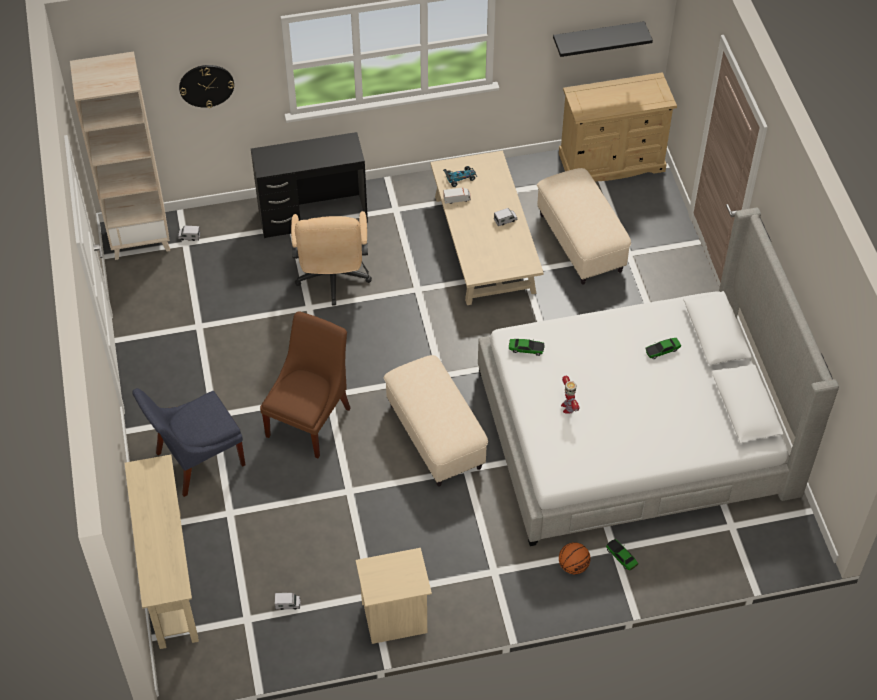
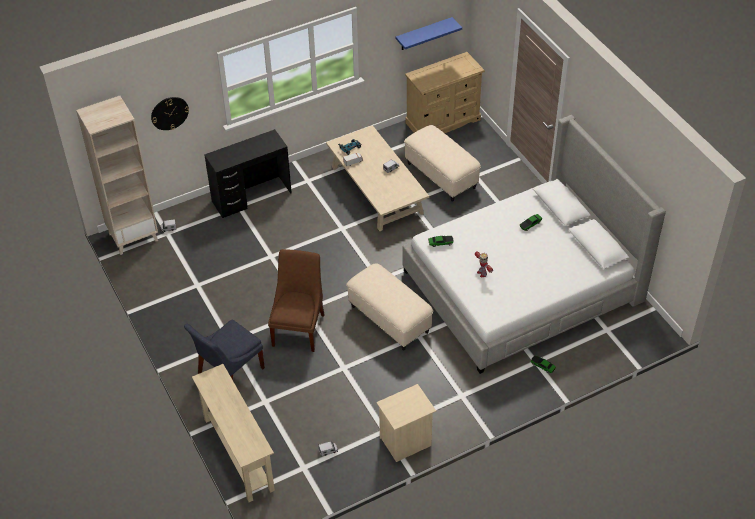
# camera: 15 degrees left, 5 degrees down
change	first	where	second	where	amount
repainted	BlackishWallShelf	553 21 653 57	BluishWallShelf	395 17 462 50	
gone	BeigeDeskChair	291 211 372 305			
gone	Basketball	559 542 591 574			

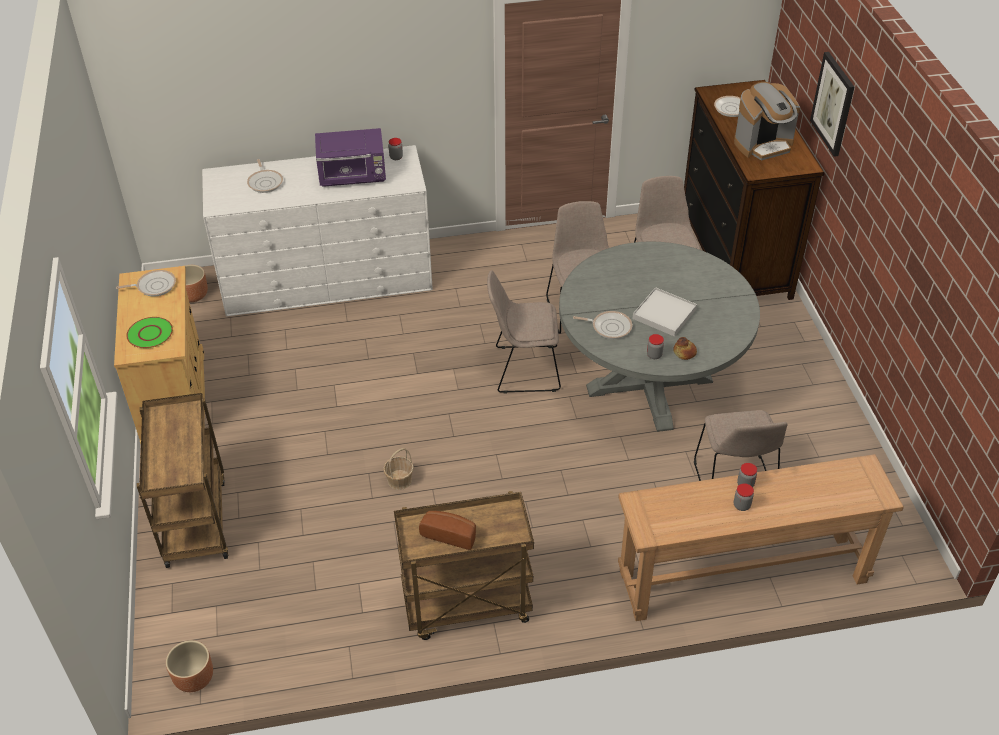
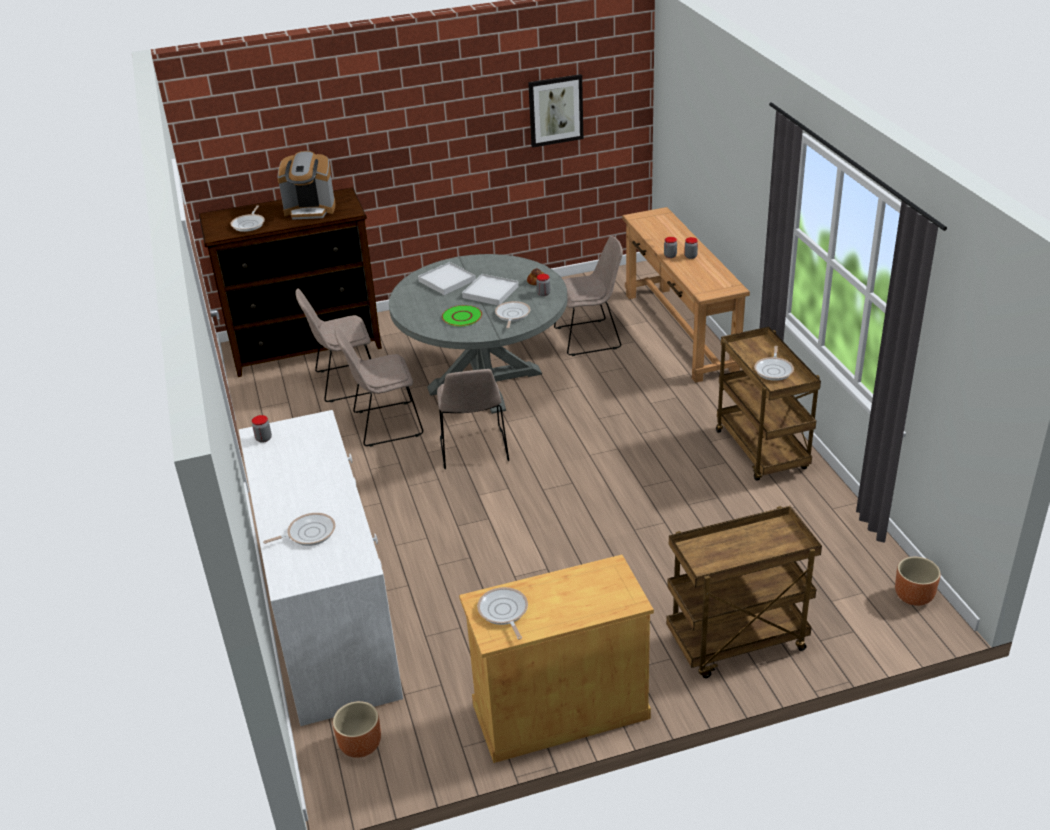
# camera: 95 degrees left, 10 degrees down
change	first	where	second	where	amount
shifted	WallPicture	810 52 854 157		528 74 583 147	
rotated	CoffeeMachine	734 82 800 161		277 151 335 220	120 degrees clockwise
gone	PurpleMicrowave	315 128 386 187			
shifted	GreenishFlatDish	126 317 173 348		442 305 482 326	
gone	Basket	383 448 414 490			
swapped	Bread	419 511 476 550	Skillet	754 346 794 381	
new			WhiteServingTray	418 262 476 295	

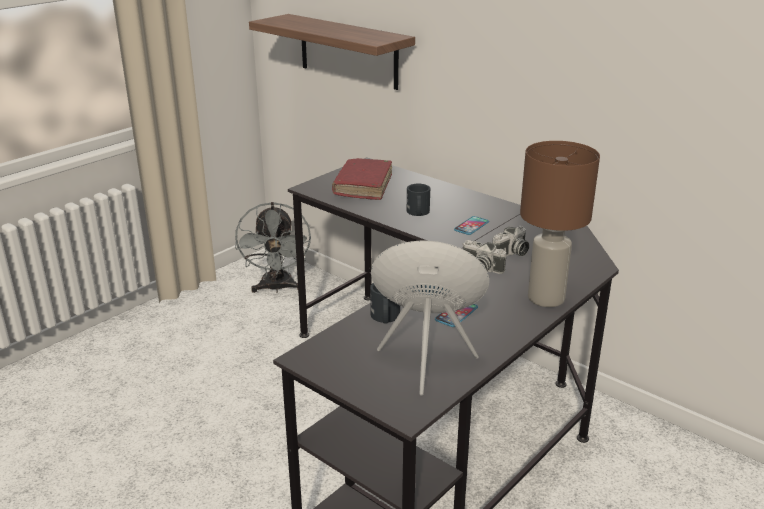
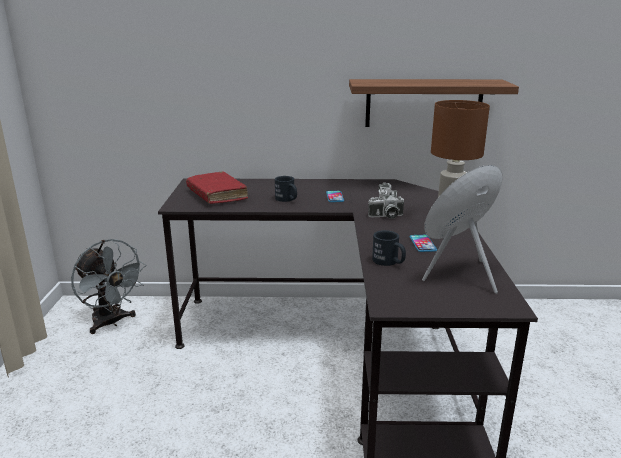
# camera: 40 degrees left, 5 degrees down
change	first	where	second	where	amount
shifted	WallShelf	249 14 415 90		349 79 519 127	

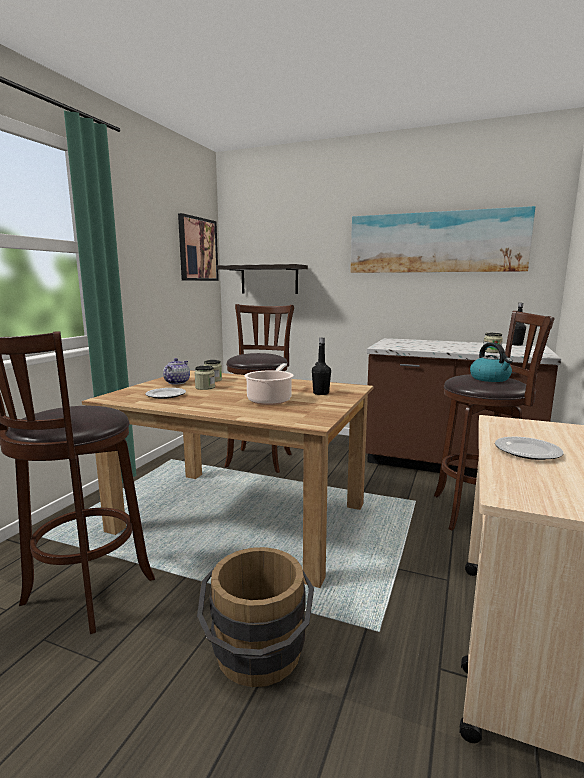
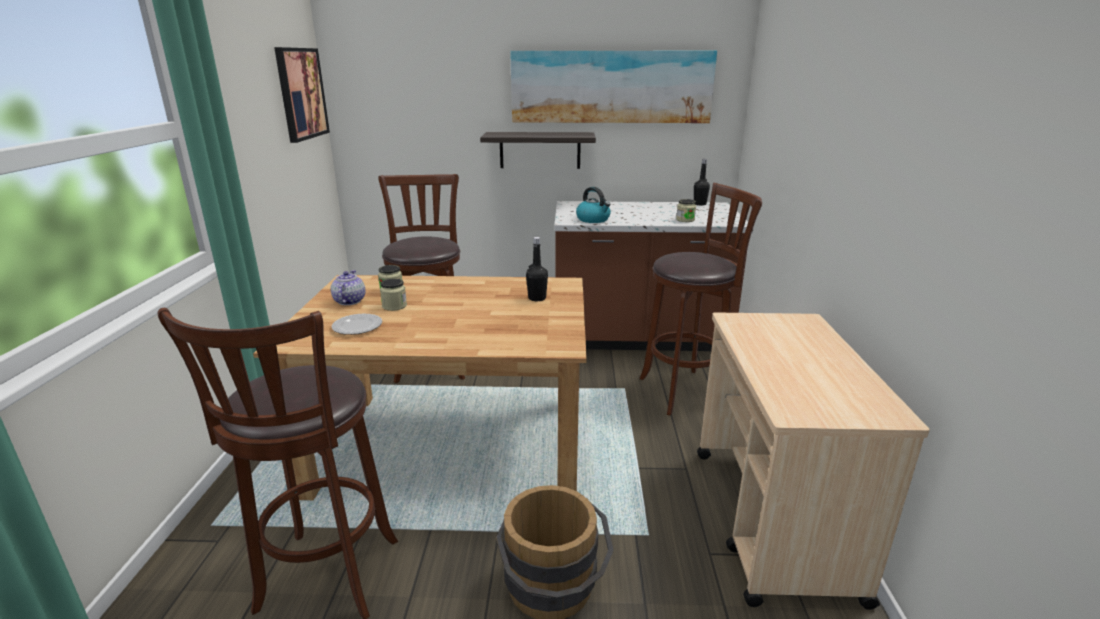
# camera: 20 degrees left, 10 degrees up
change	first	where	second	where	amount
shifted	WallShelf	217 264 308 294		480 132 596 169	
shifted	WaterKettle	470 342 513 382		576 187 611 223	
gone	Stockpot	244 363 294 405			
gone	FlatDish	495 437 564 460			

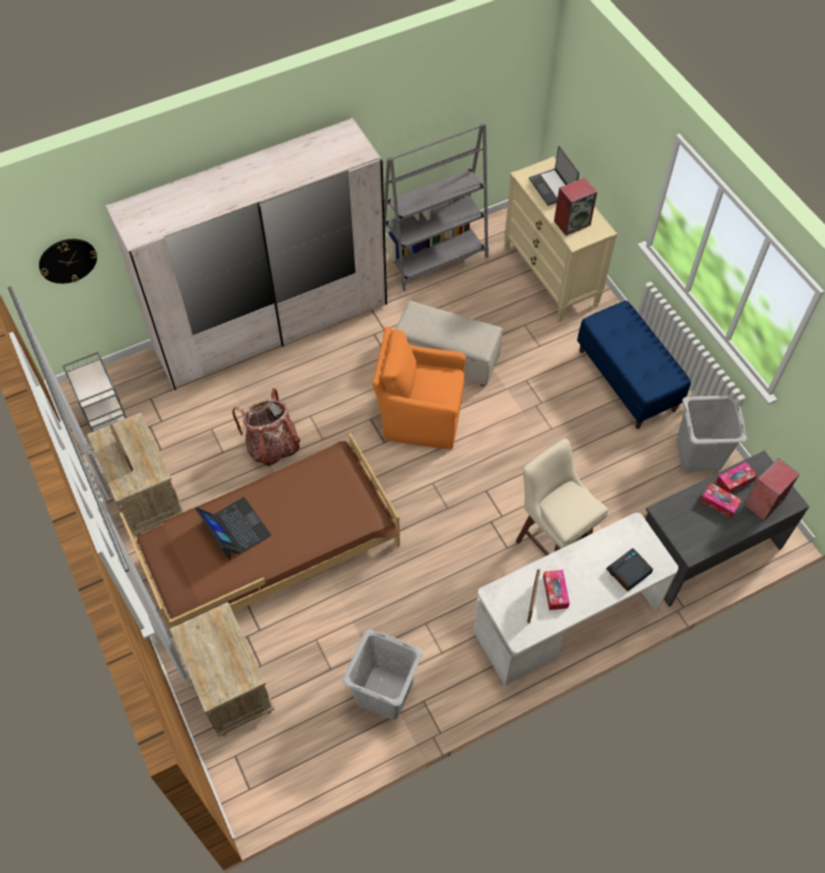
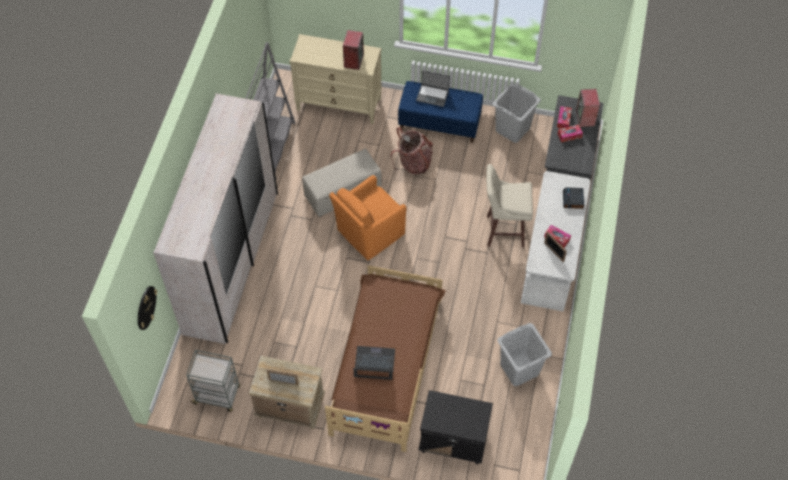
# camera: 50 degrees left, 0 degrees up
change	first	where	second	where	amount
shifted	NotebookComputer	529 146 579 206		416 70 450 107	
shifted	Rucksack	232 388 301 466		390 127 433 175	
repainted	BeigeNightTable	170 602 275 737	BlackishNightTable	418 390 493 464	

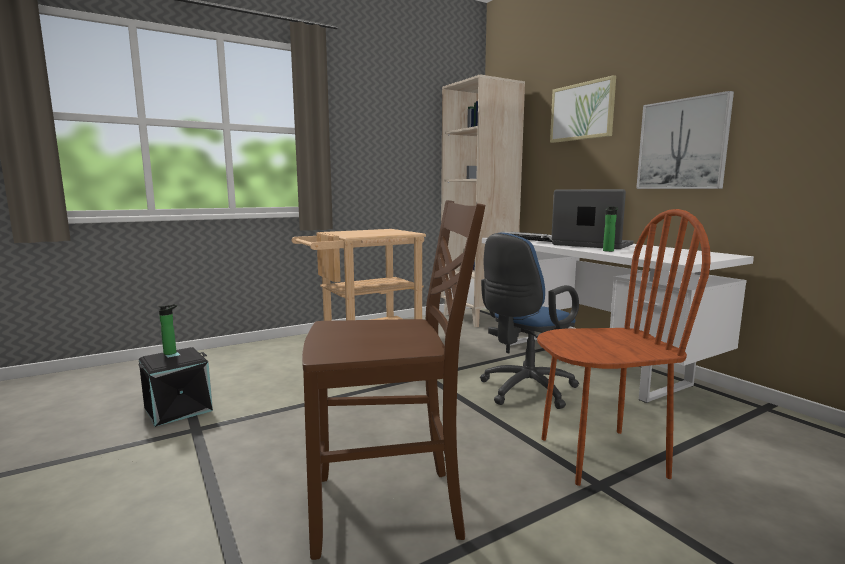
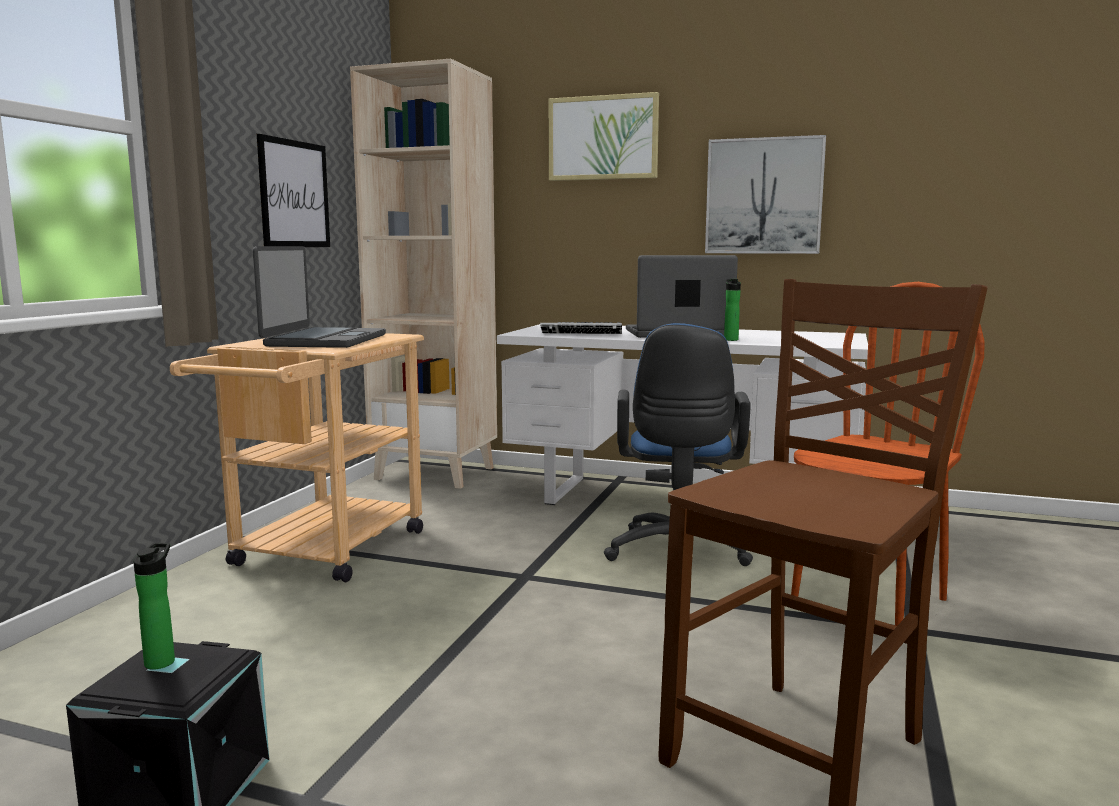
# camera: 40 degrees left, 0 degrees up
change	first	where	second	where	amount
new			WallPicture	257 134 330 247	
new			NotebookComputer	253 246 386 348	

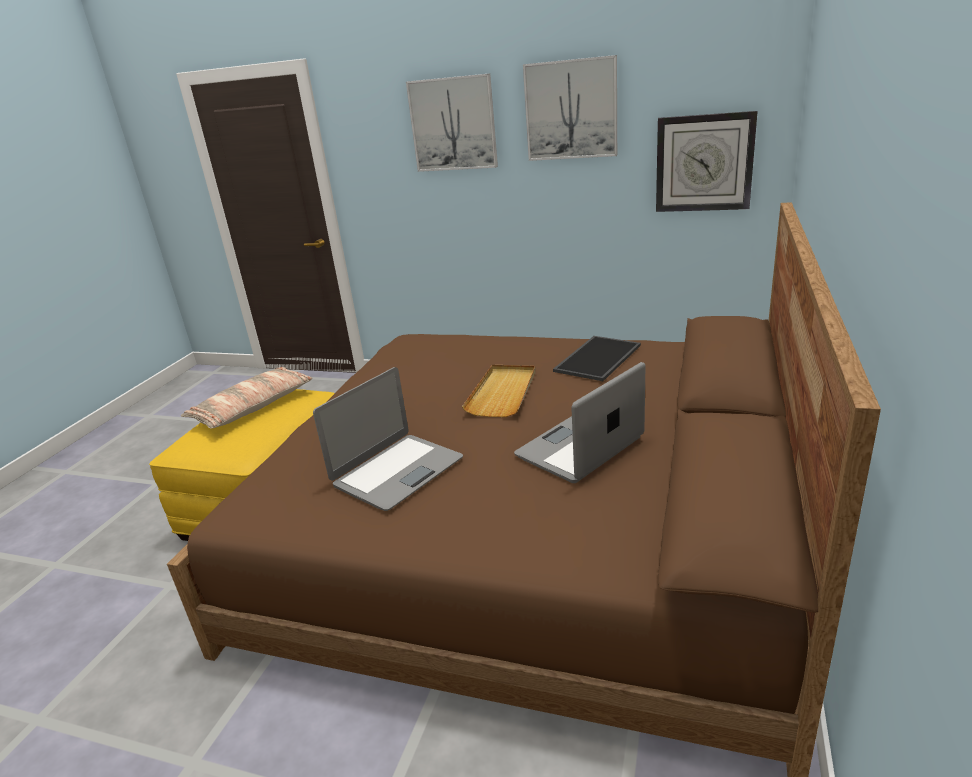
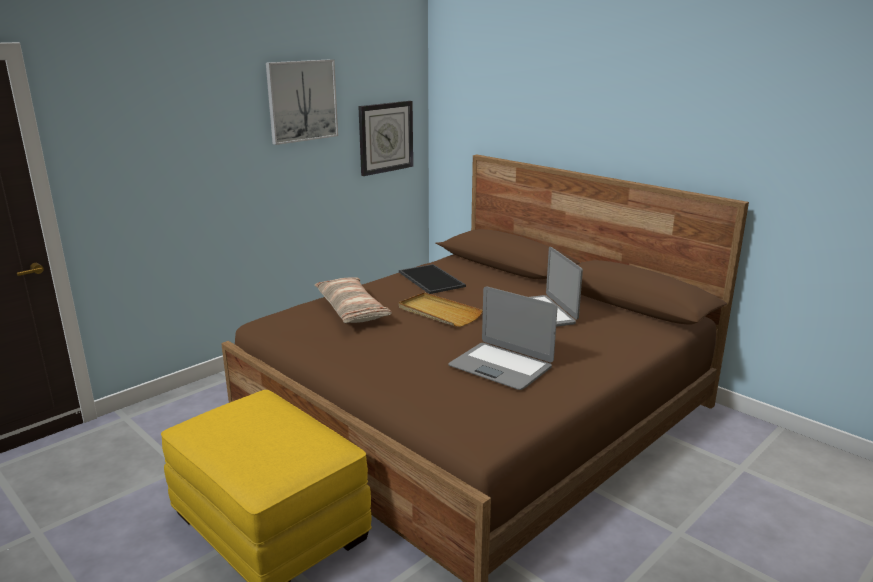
# camera: 65 degrees left, 5 degrees down
change	first	where	second	where	amount
gone	WallPicture	406 73 498 172			
shifted	Cushion	181 367 313 429		314 277 392 323	
rotated	NotebookComputer	313 367 463 511		448 286 557 390	150 degrees clockwise

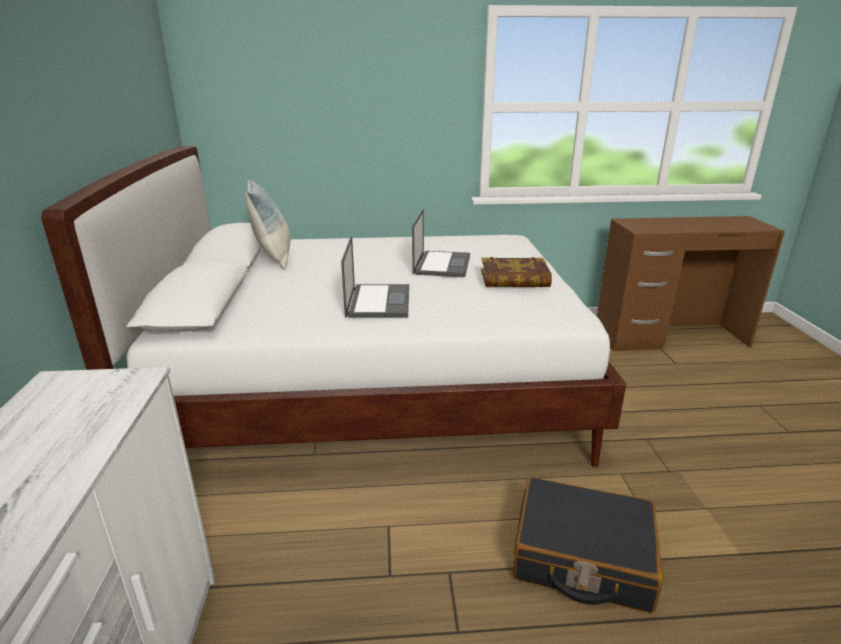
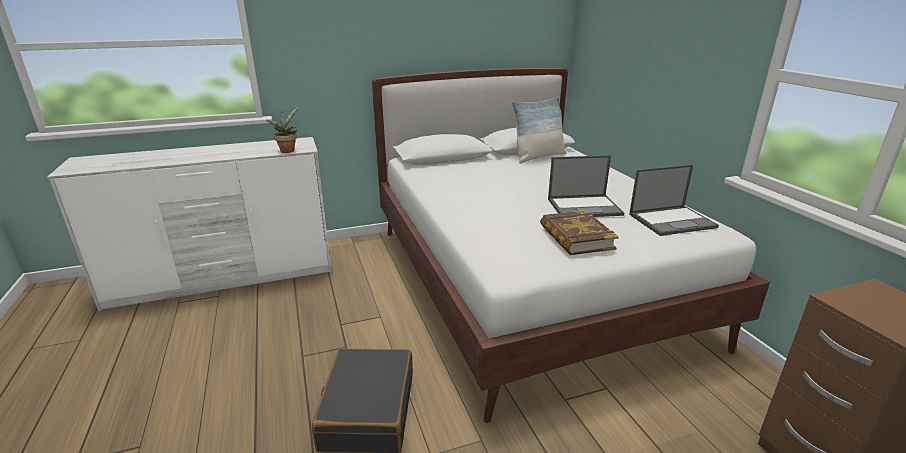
# camera: 75 degrees right, 0 degrees up
change	first	where	second	where	amount
shifted	NotebookComputer	341 236 409 318		629 164 719 236	
new			PottedPlant	266 107 298 153	

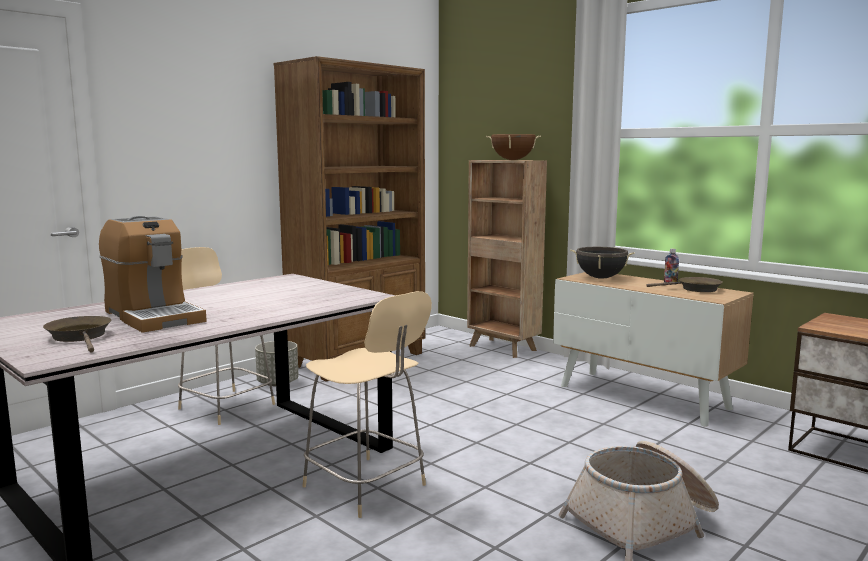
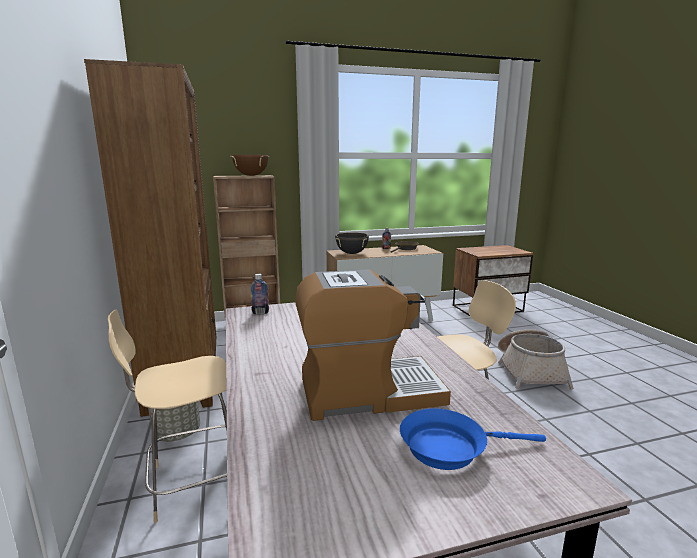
# camera: 60 degrees left, 5 degrees up
change	first	where	second	where	amount
repainted	BrownColouredSkillet	43 316 111 352	BluishSkillet	400 409 546 470	
new			Bottle	250 274 269 315	

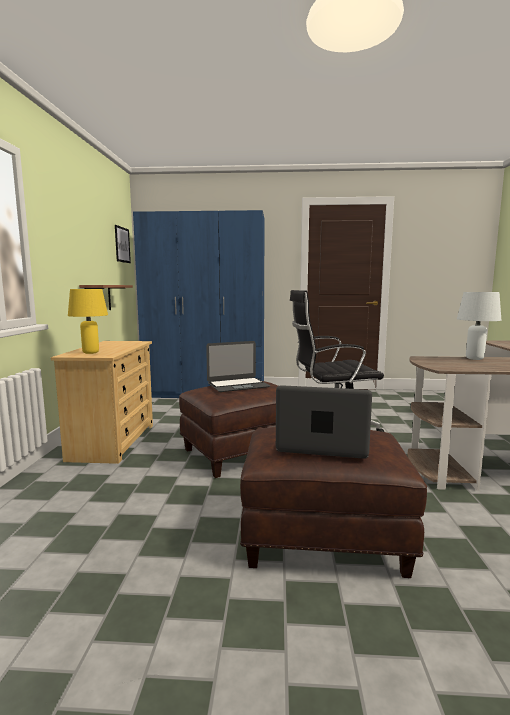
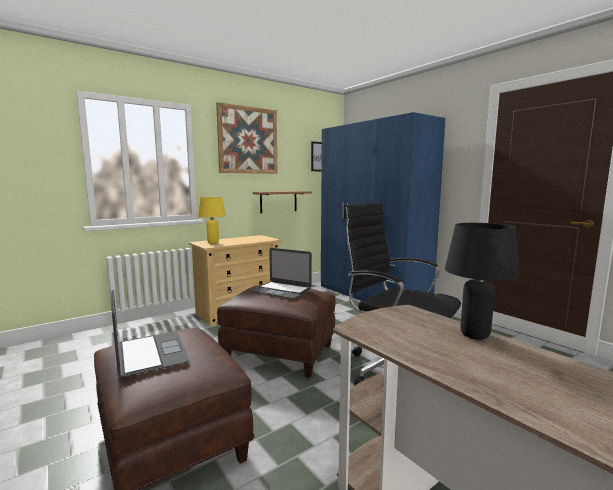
# camera: 50 degrees right, 0 degrees up
change	first	where	second	where	amount
repainted	WhiteLampForATable	457 292 501 360	BlackishLampForATable	445 223 519 340	
new			WallPicture	216 102 277 174	

